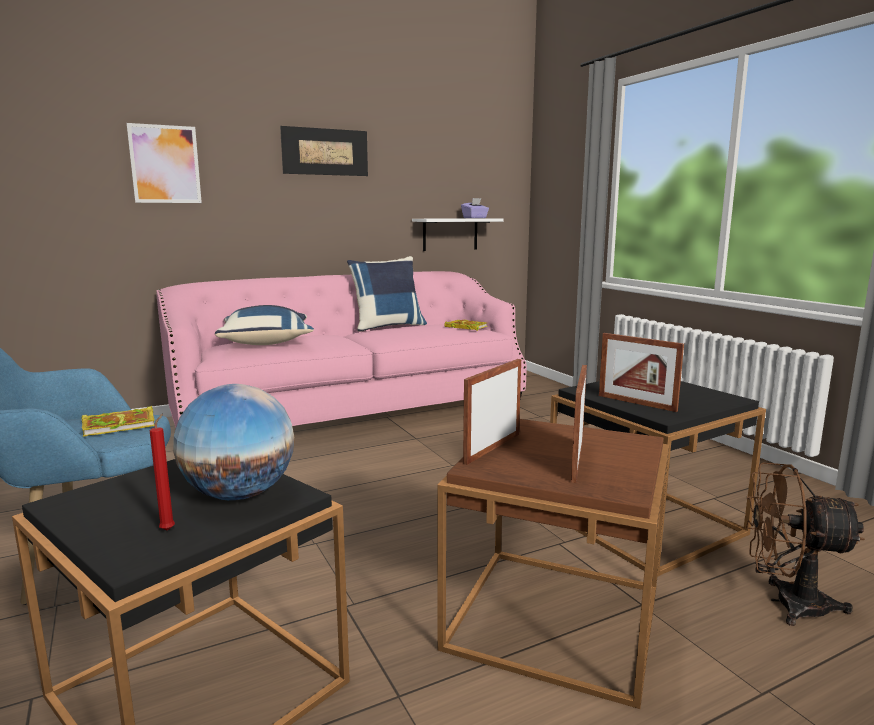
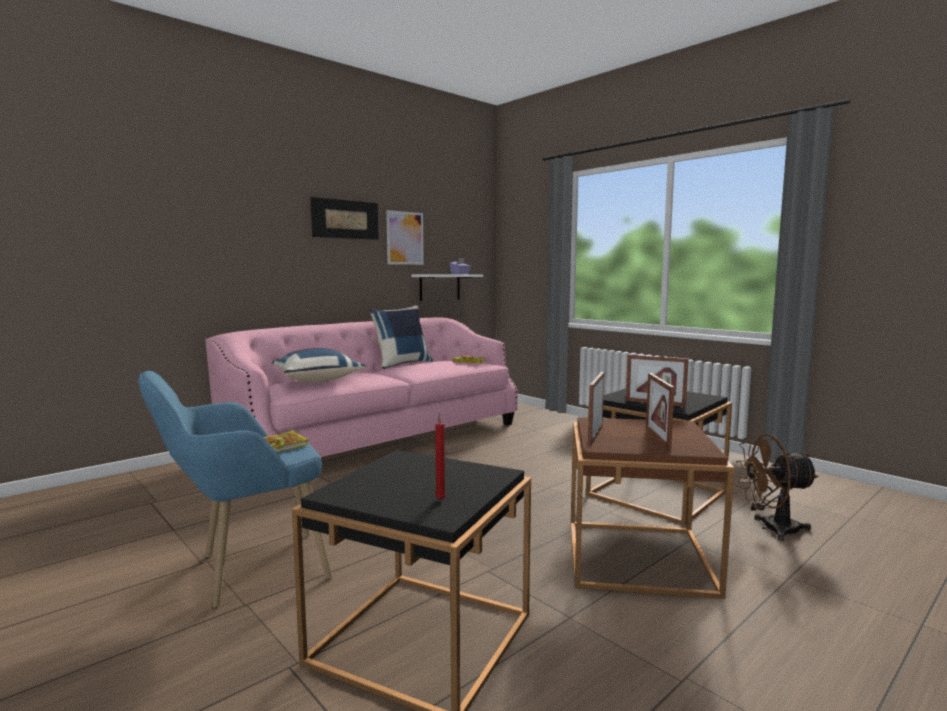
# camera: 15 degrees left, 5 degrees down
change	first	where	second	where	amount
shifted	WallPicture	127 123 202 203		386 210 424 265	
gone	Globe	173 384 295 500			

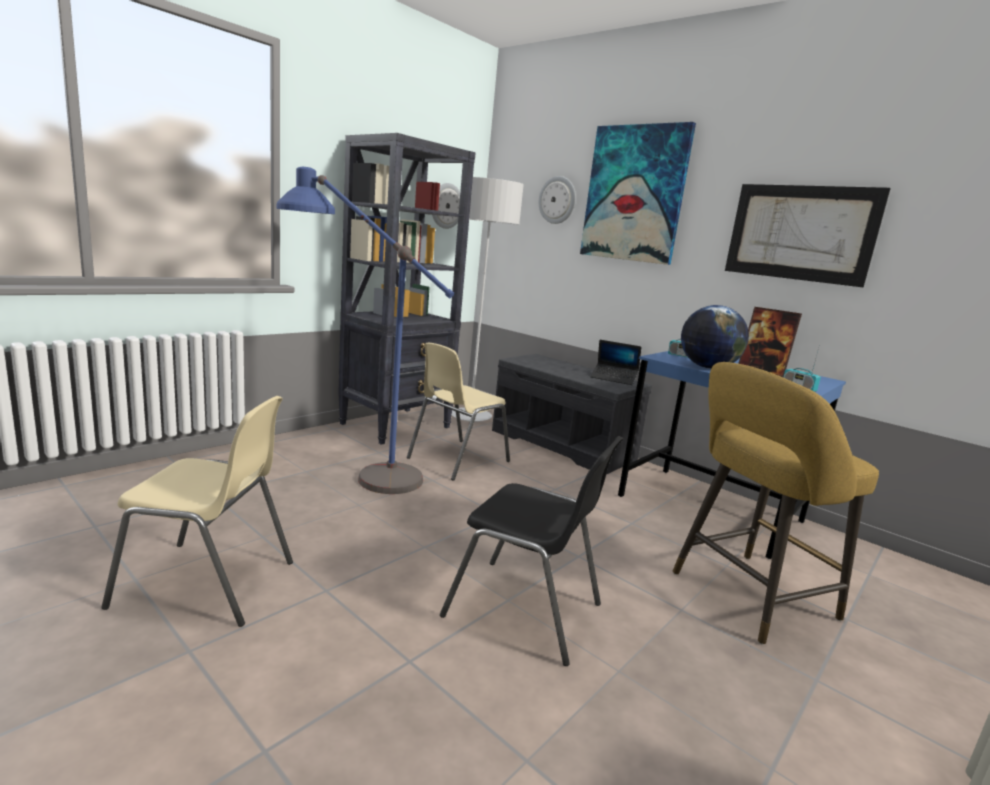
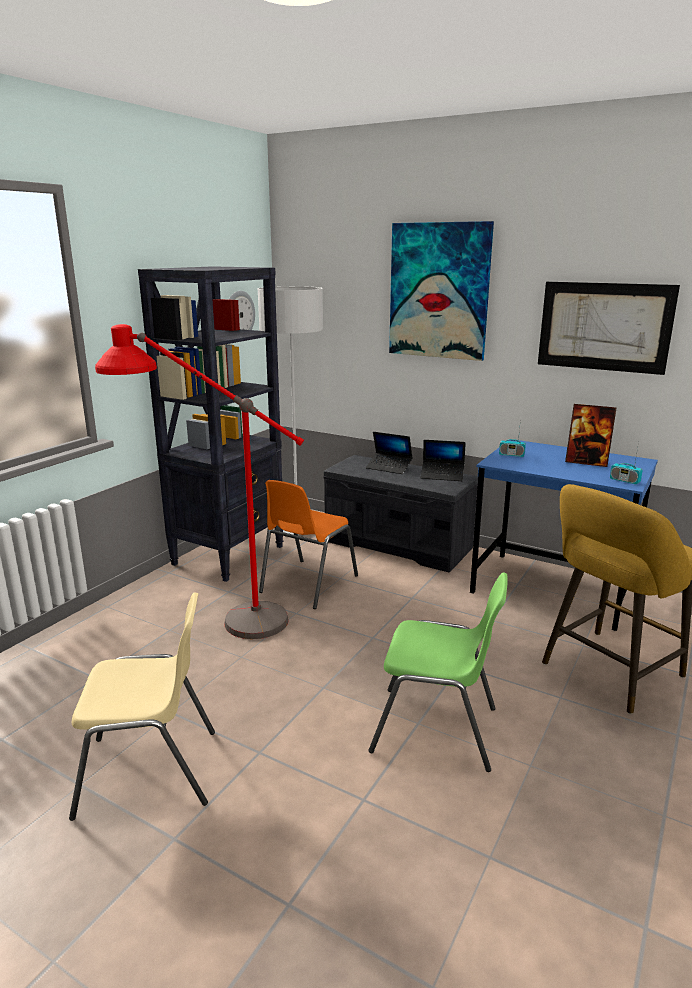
# camera: 10 degrees left, 5 degrees up
change	first	where	second	where	amount
repainted	BluishStandingLamp	277 167 454 494	ReddishStandingLamp	95 324 304 639	
gone	WallClock	539 176 576 224			
gone	Globe	681 305 749 369			
repainted	BeigePlainChair	407 343 510 480	OrangePlainChair	259 480 358 609	
repainted	BlackishPlainChair	440 436 623 666	GreenishPlainChair	368 572 508 772	
new			NotebookComputer	366 432 413 474	

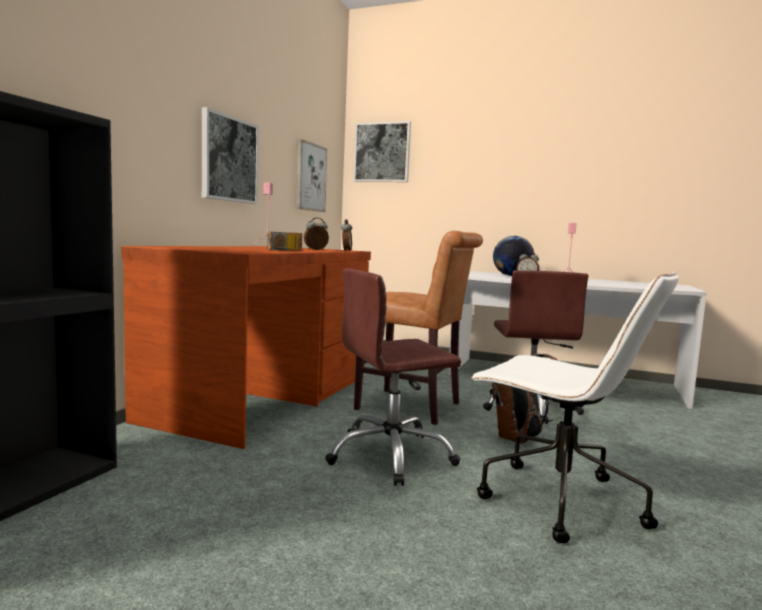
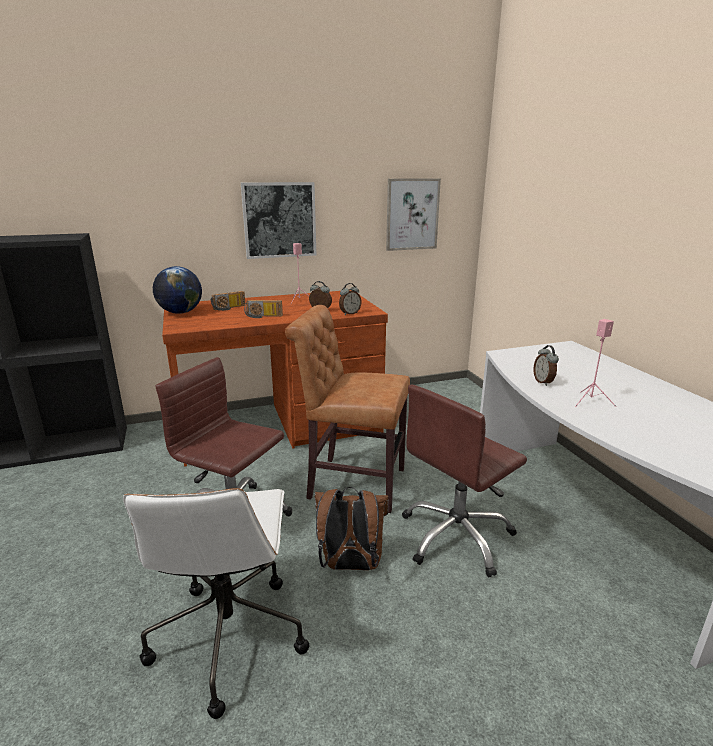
# camera: 50 degrees right, 15 degrees up
change	first	where	second	where	amount
gone	WallPicture	353 121 411 182			
rotated	BrownColouredPlainChair	354 231 483 425		285 305 410 513	120 degrees clockwise
shifted	Globe	493 236 534 276		153 266 202 314	
new			RadioSet	211 291 245 311	

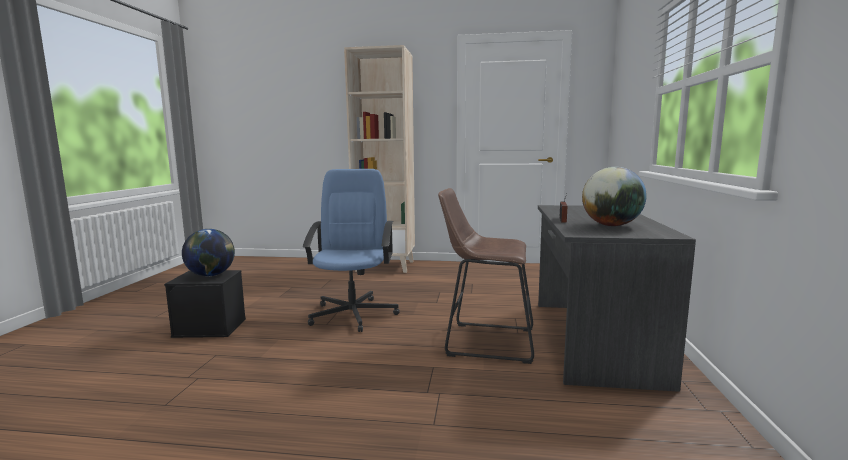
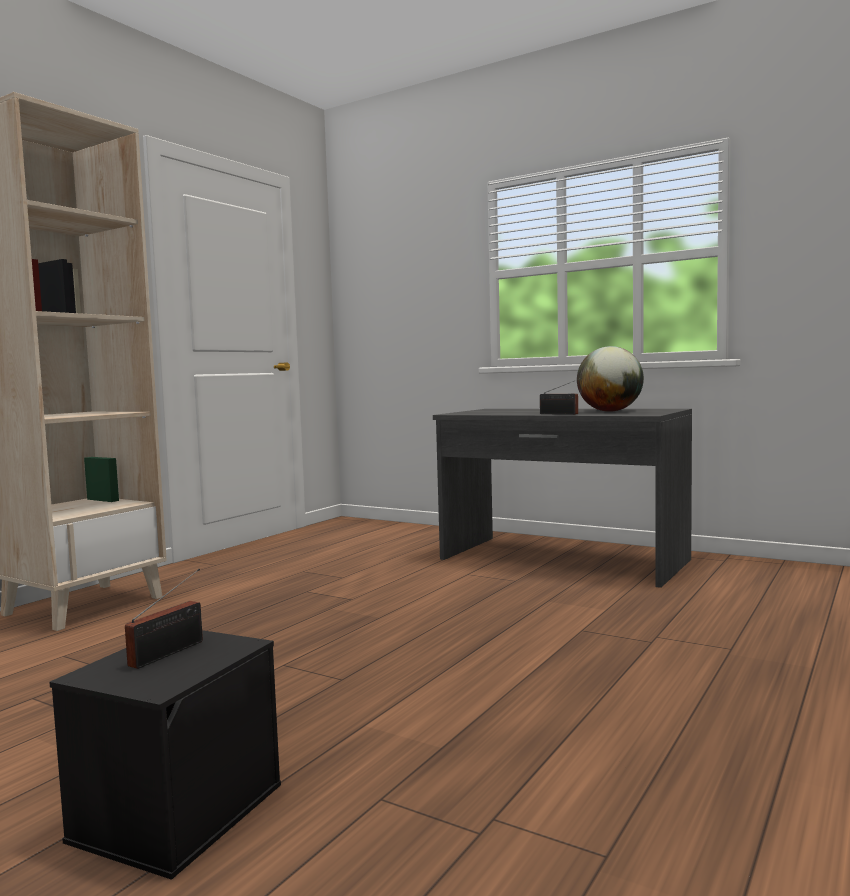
# camera: 65 degrees left, 5 degrees down
change	first	where	second	where	amount
gone	BluishDeskChair	303 169 400 332			
gone	BrownColouredSittingStool	438 188 534 364			
swapped	Globe	182 229 235 276	RadioSet	125 569 203 669	

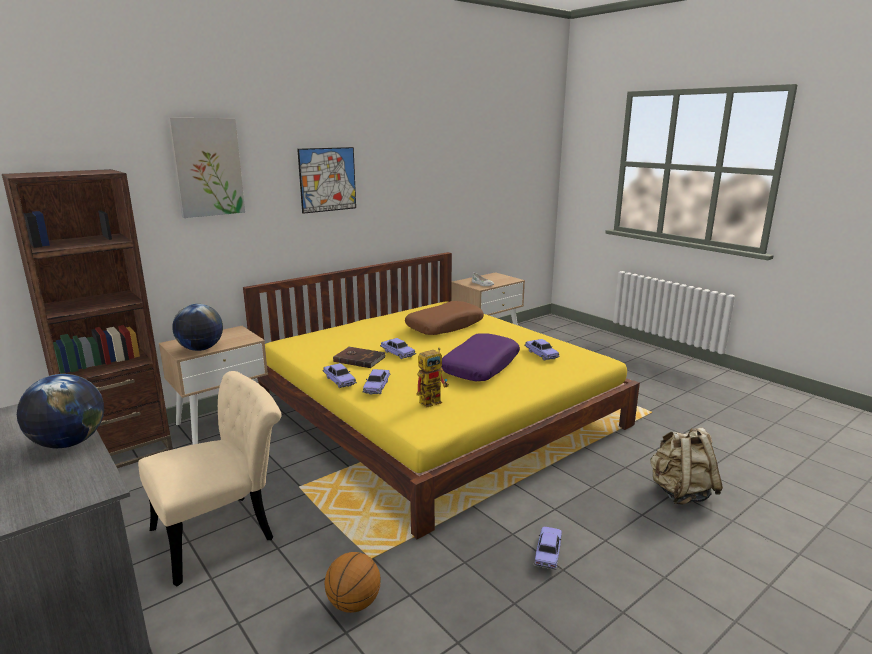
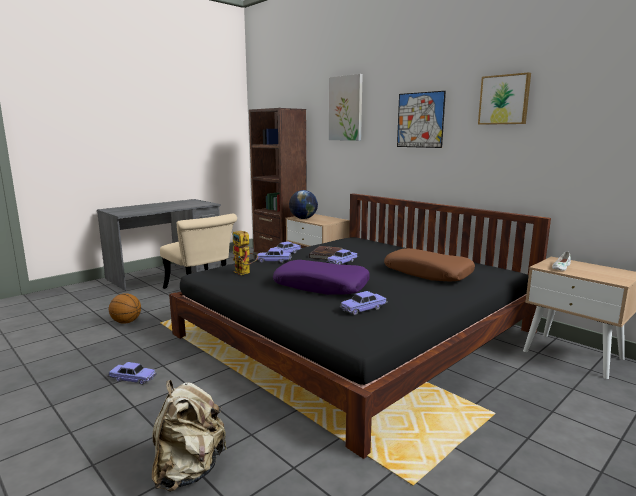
# camera: 85 degrees right, 5 degrees down
change	first	where	second	where	amount
repainted	YellowColouredSleepingBed	243 252 640 540	BlackishSleepingBed	169 193 551 459	
gone	Globe	17 374 104 448			
new			WallPicture	478 72 531 125	

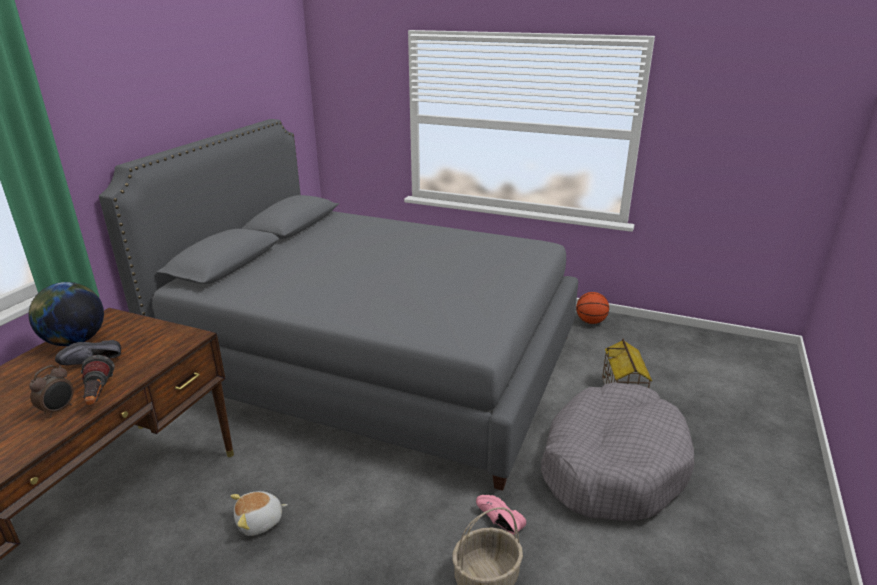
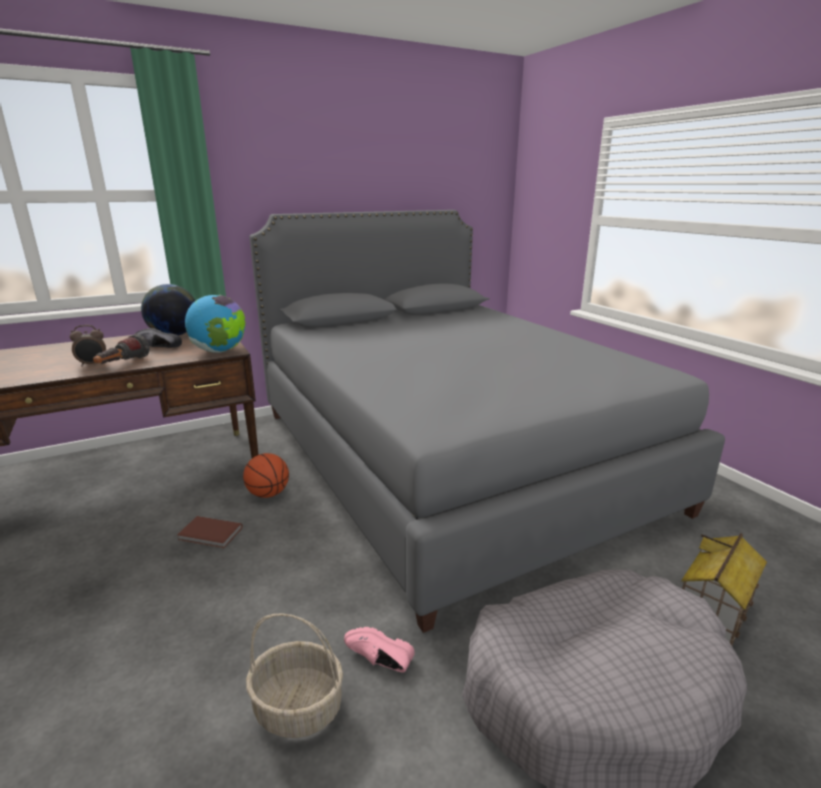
# camera: 40 degrees right, 5 degrees down
change	first	where	second	where	amount
shifted	Basketball	576 292 609 324		243 453 289 498	
swapped	SoftToy	231 491 288 536	BrownColouredVolume	177 516 243 548	
rotated	PinkColouredItemOfFootwear	476 495 526 535		344 627 415 673	60 degrees counterclockwise
new			Globe	185 295 245 353	

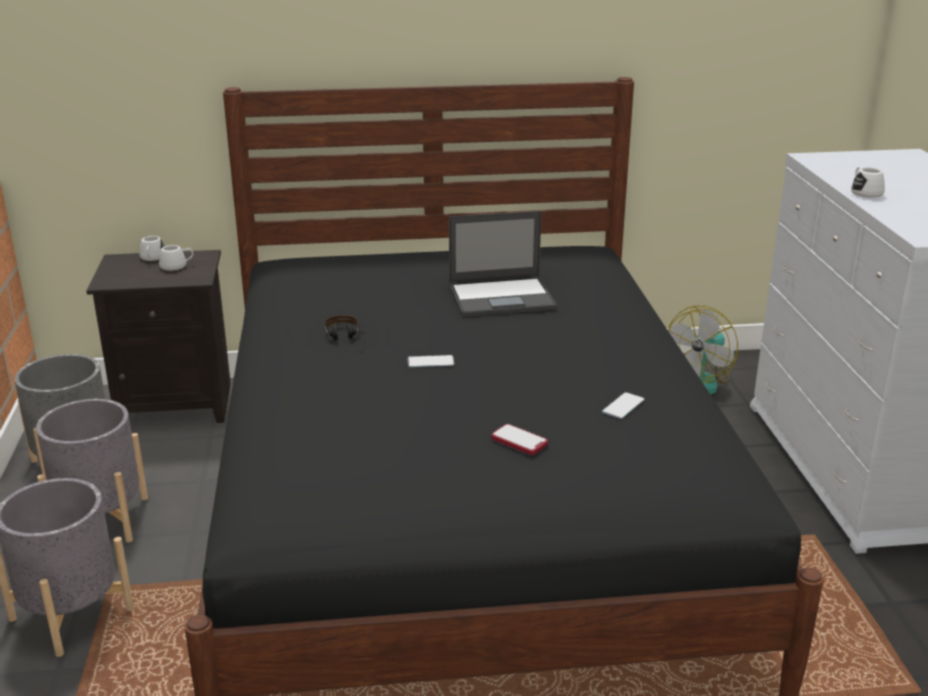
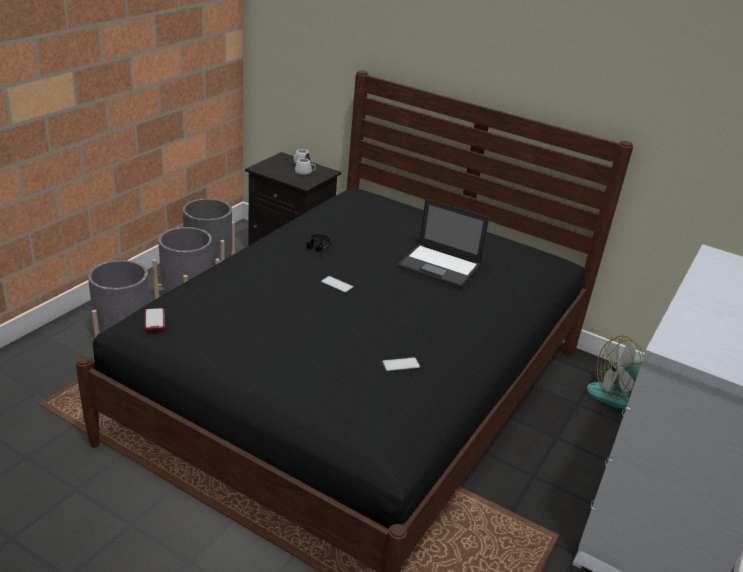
# camera: 35 degrees right, 5 degrees up
change	first	where	second	where	amount
gone	WhiteTeaMug	851 167 885 197			
shifted	Phone	491 424 548 455		145 308 165 331	

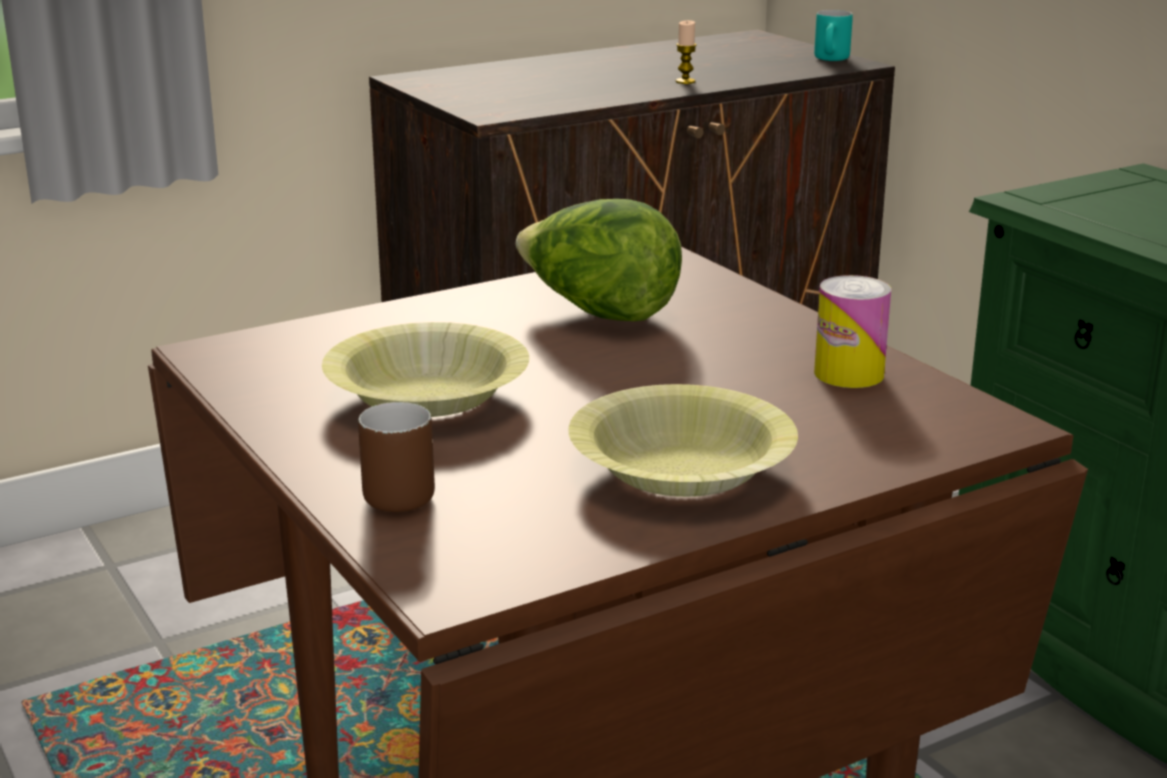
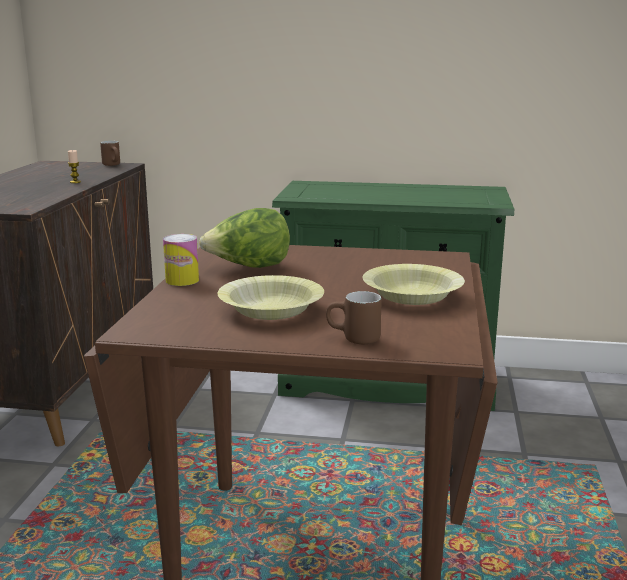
# camera: 50 degrees left, 5 degrees down
change	first	where	second	where	amount
repainted	TurquoiseColouredTeaMug	814 10 853 61	BrownColouredTeaMug	100 141 120 166	
shifted	Can	814 275 891 388		163 234 199 286	

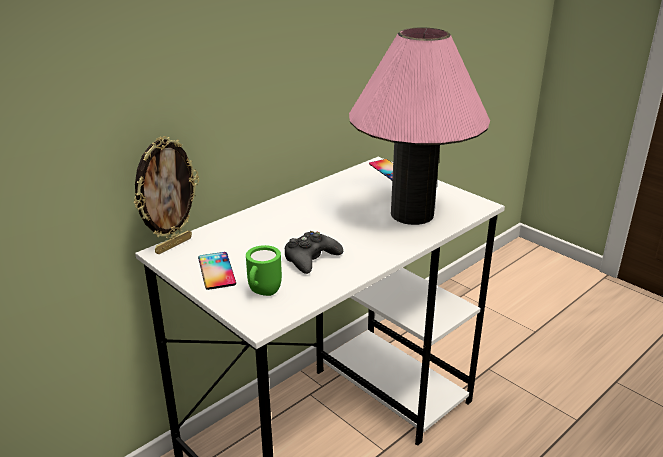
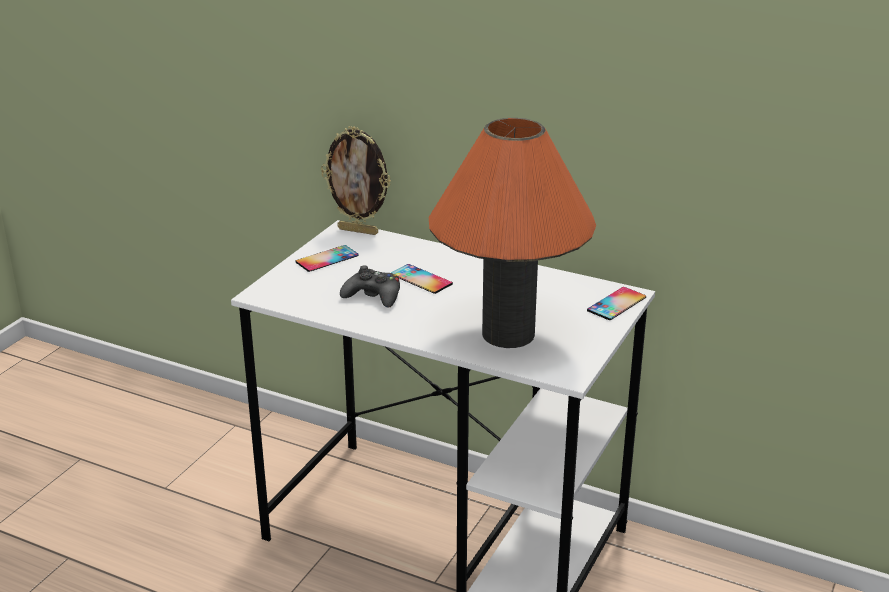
# camera: 70 degrees right, 0 degrees up
change	first	where	second	where	amount
repainted	PinkColouredLampForATable	349 28 490 225	OrangeLampForATable	429 118 596 348	
gone	GreenishTeaMug	246 245 282 296			
new			Phone	391 264 453 294	

